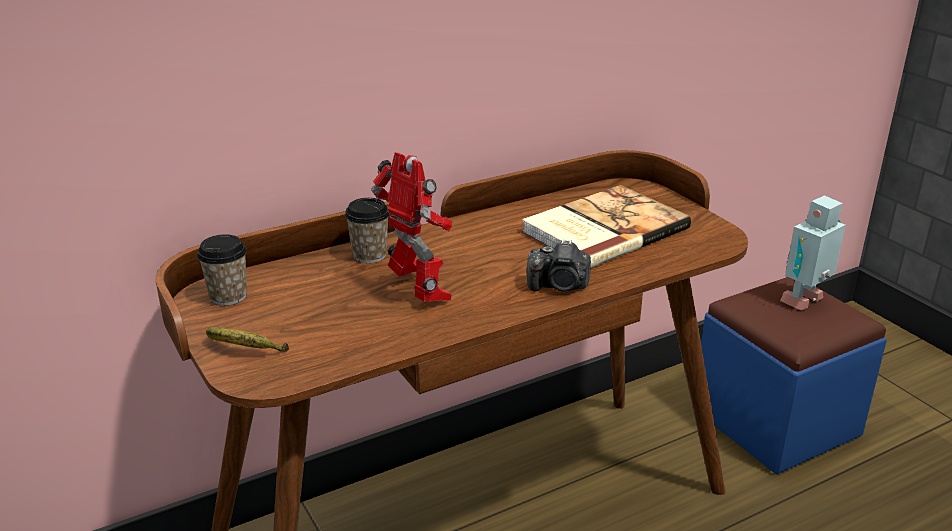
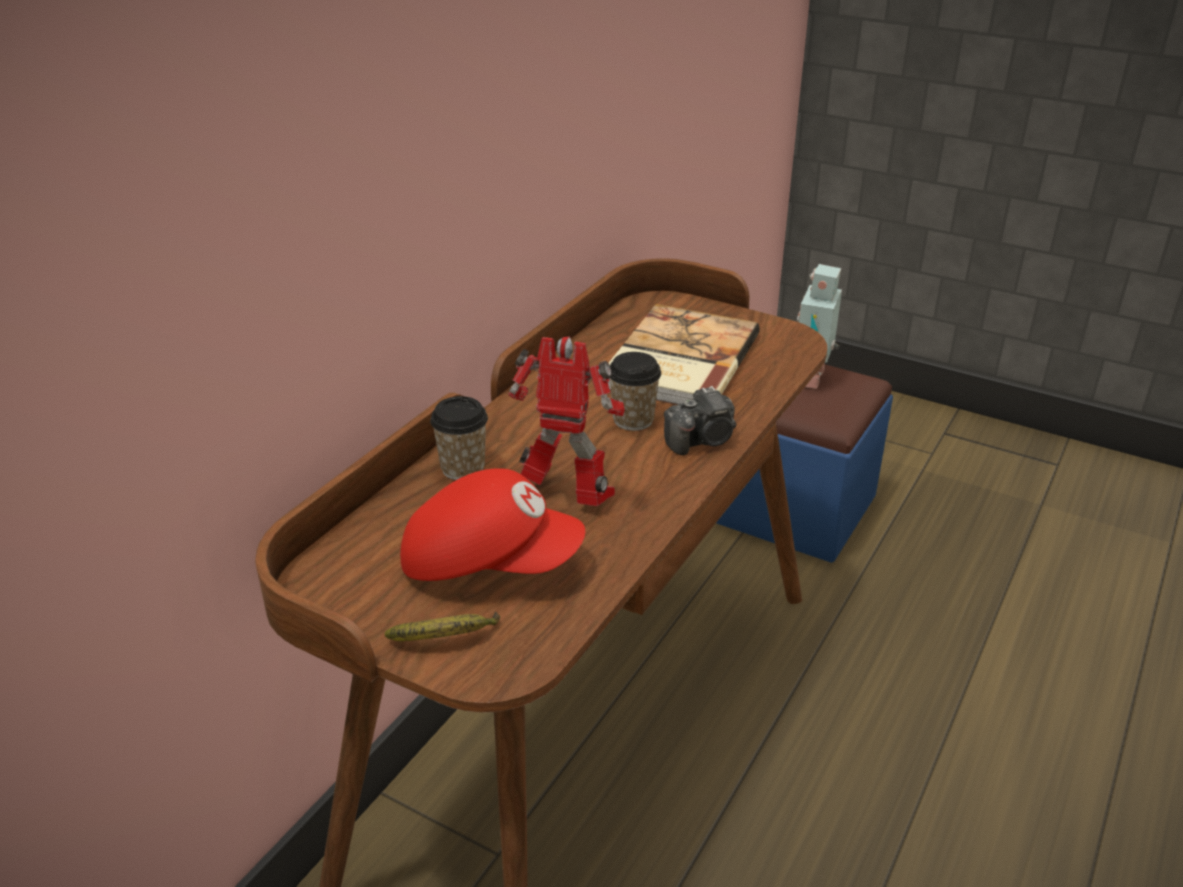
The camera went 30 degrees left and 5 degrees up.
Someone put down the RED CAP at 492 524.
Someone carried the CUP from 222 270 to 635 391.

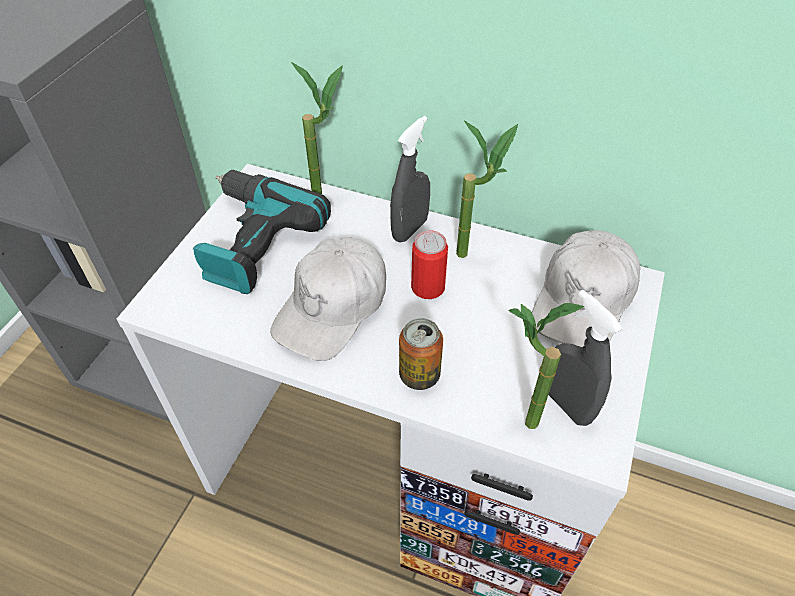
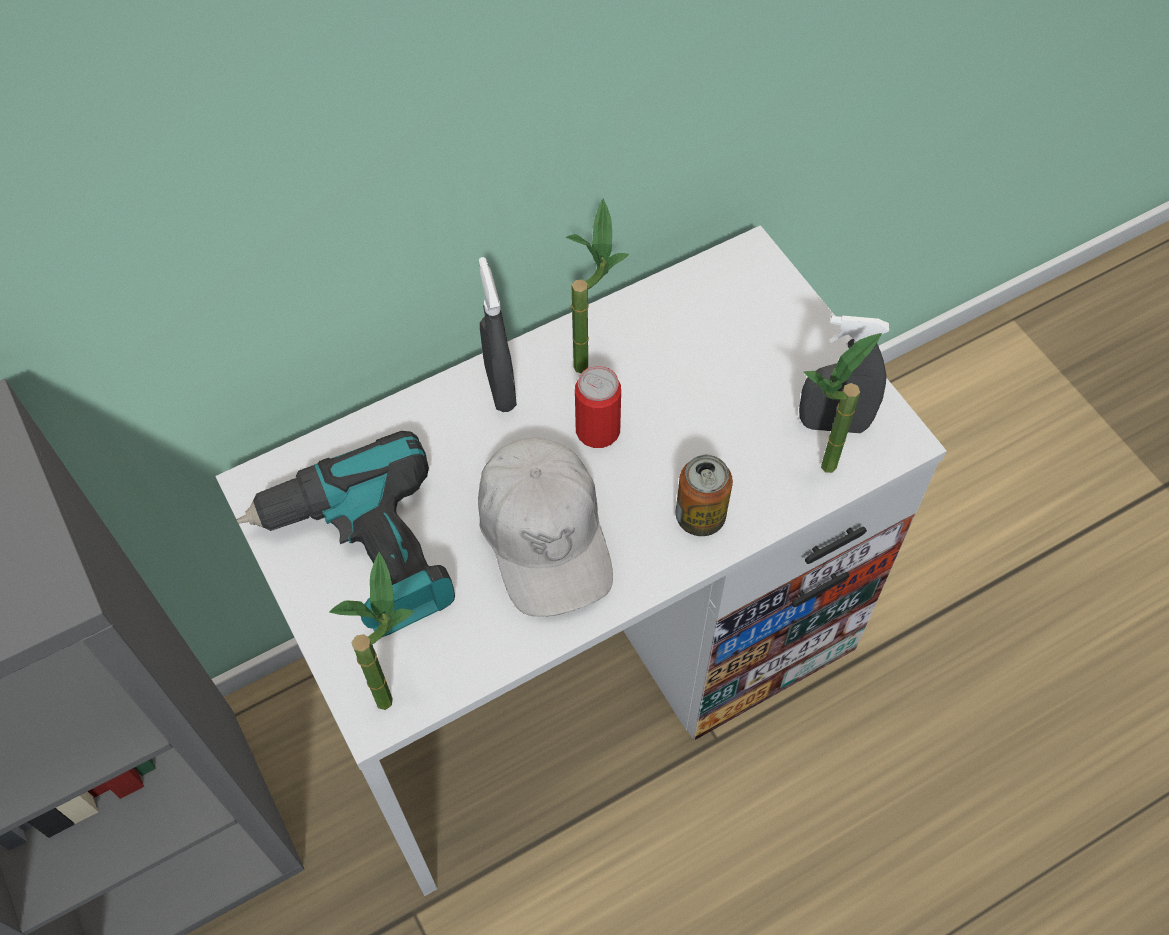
The camera went 50 degrees left and 10 degrees up.
Someone carried the POTTED PLANT from 317 128 to 371 631.
Someone took away the WHITE CAP at 586 288.

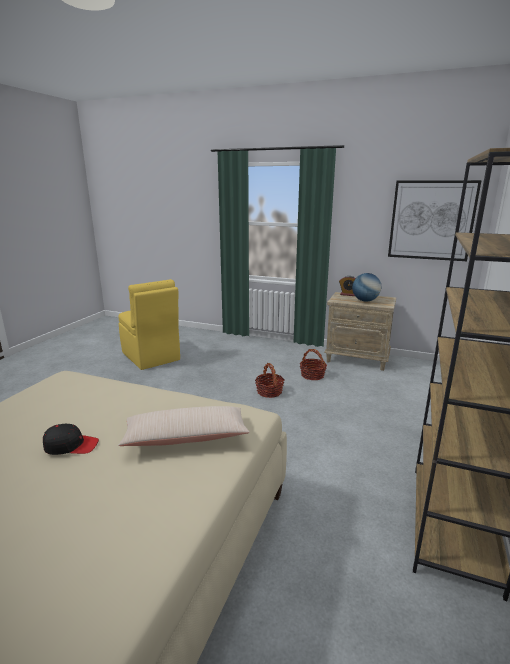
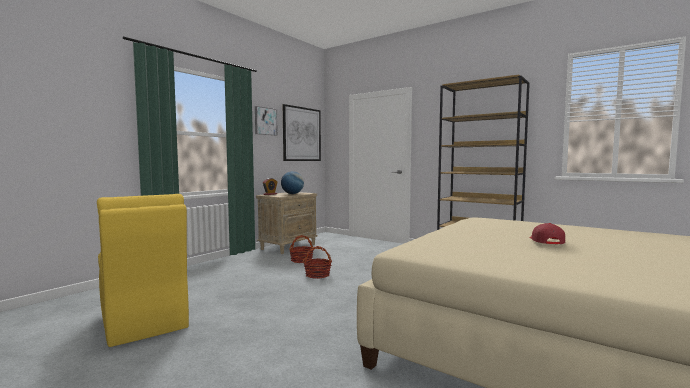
The camera went 75 degrees left and 15 degrees down.
Someone rotated the YELLOW CHAIR at 149 324 by 75 degrees clockwise.
Someone put up the PICTURE at 266 121.
Someone repainted the BLACK CAP at 71 439, which became the RED CAP at 547 233.
Someone took away the BEIGE PILLOW at 184 426.

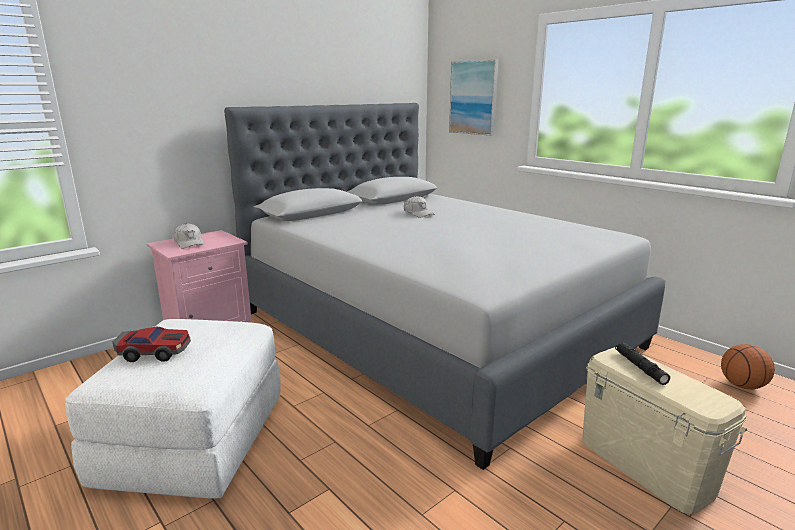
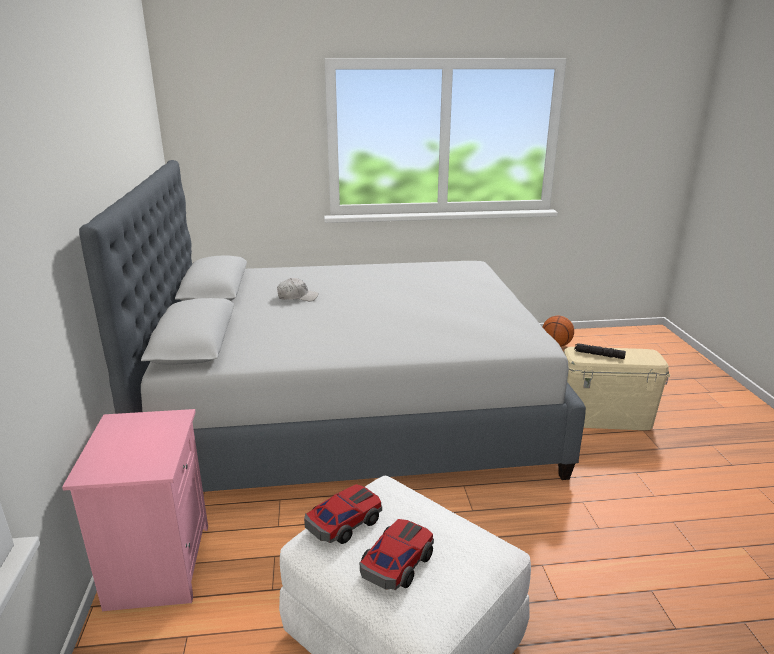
The camera went 55 degrees left and 5 degrees up.
Someone put down the TOY CAR at 343 514.
Someone took away the WHITE CAP at 189 235.
Someone took away the PICTURE at 474 97.

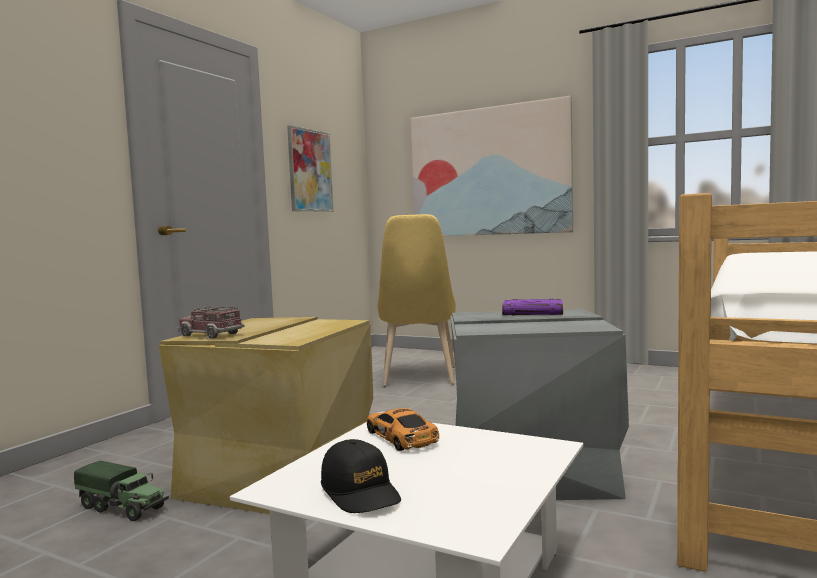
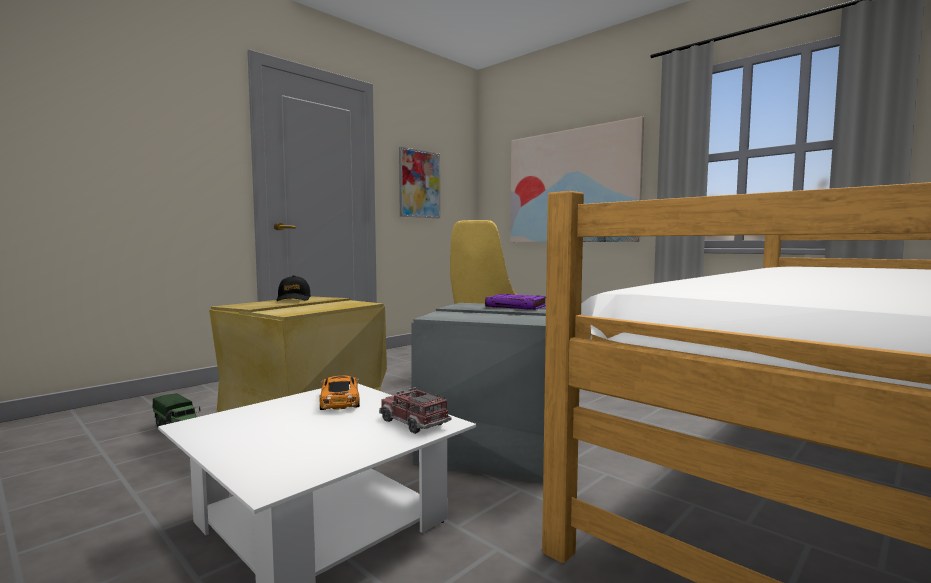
The camera went 15 degrees right and 0 degrees up.
Someone carried the BLACK CAP from 361 476 to 294 288.
Someone carried the TOY TRUCK from 211 322 to 415 410.

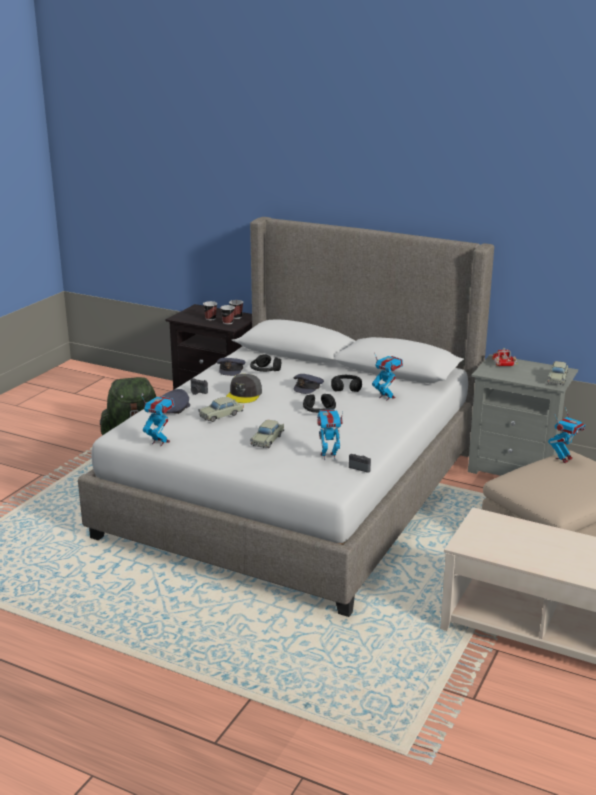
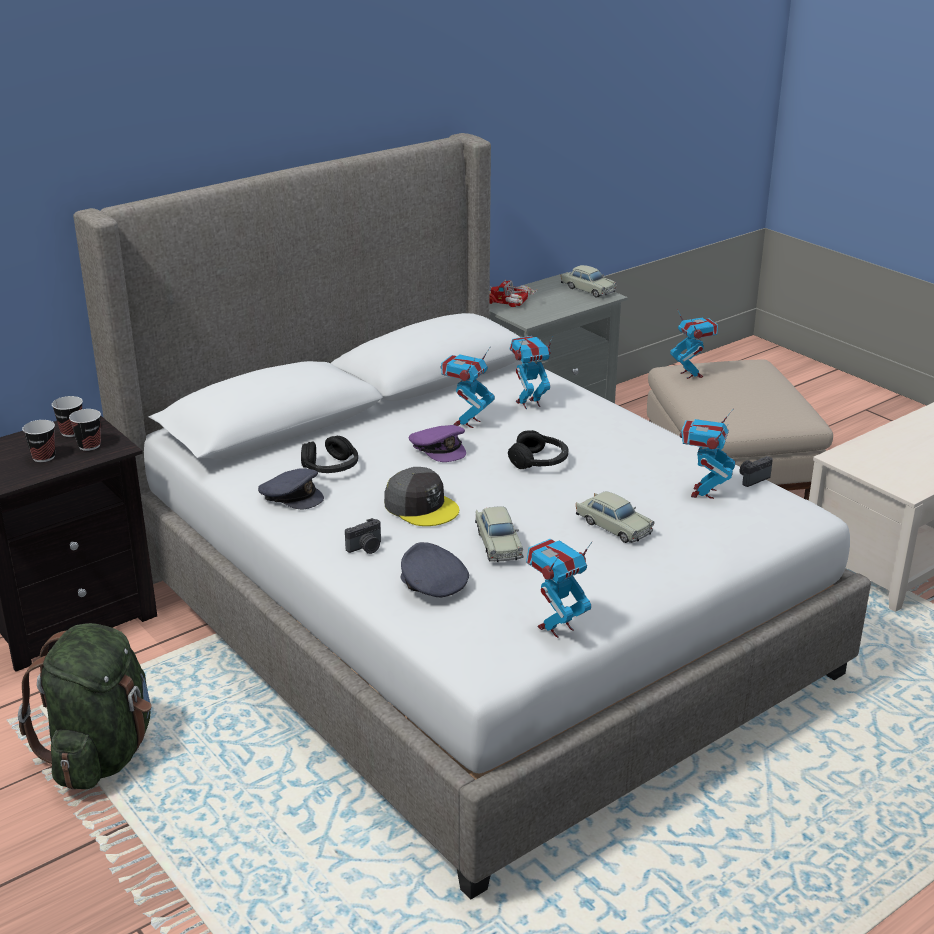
The camera went 65 degrees left and 5 degrees up.
Someone repainted the GREY CAP at 308 384, which became the PURPLE CAP at 437 443.
Someone swapped the BLACK HEADPHONES at 346 383 for the TOY ROBOT at 468 387.

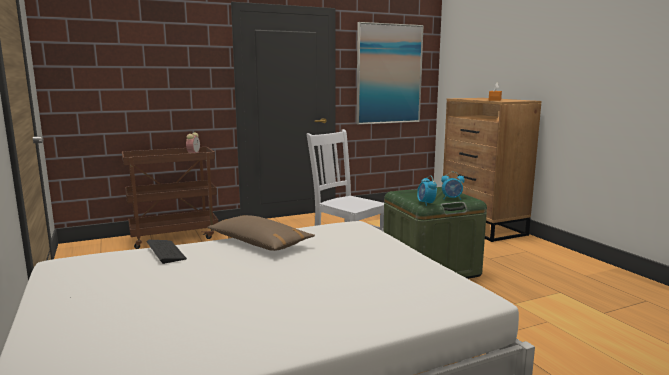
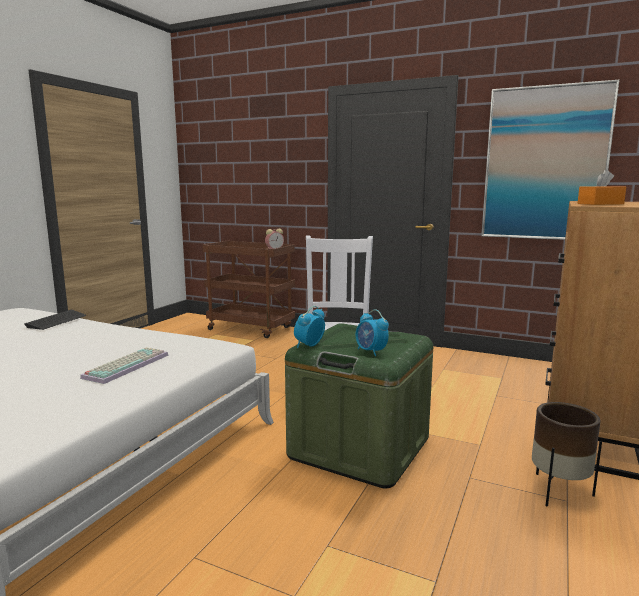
The camera went 50 degrees right and 0 degrees up.
Someone put down the KEYBOARD at 124 365.
Someone put down the BROWN PLANTER at 567 454.
Someone took away the BROWN PILLOW at 261 233.

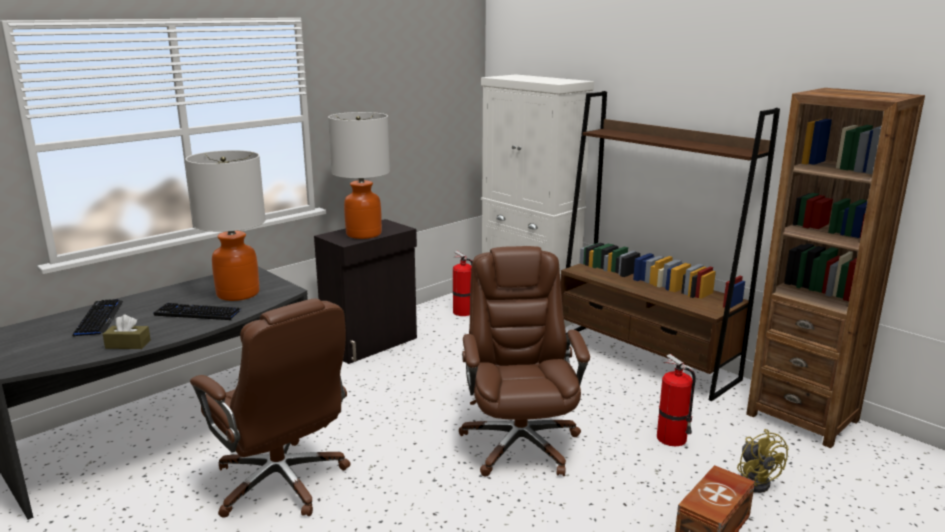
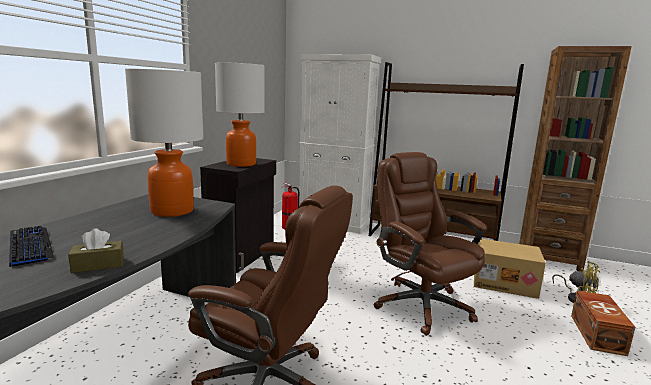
The camera went 25 degrees left and 5 degrees down.
Someone swapped the FIRE EXTINGUISHER at 676 400 for the CARDBOARD BOX at 510 269.
Someone took away the KEYBOARD at 197 311.

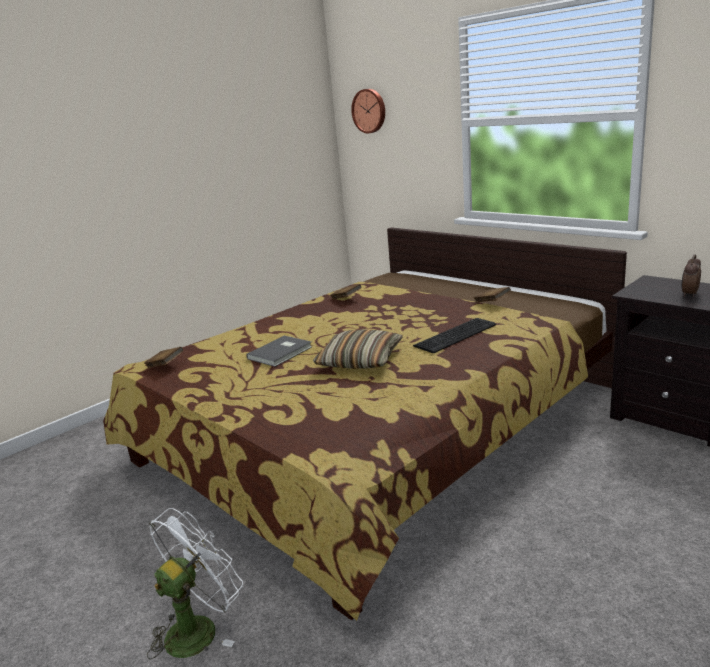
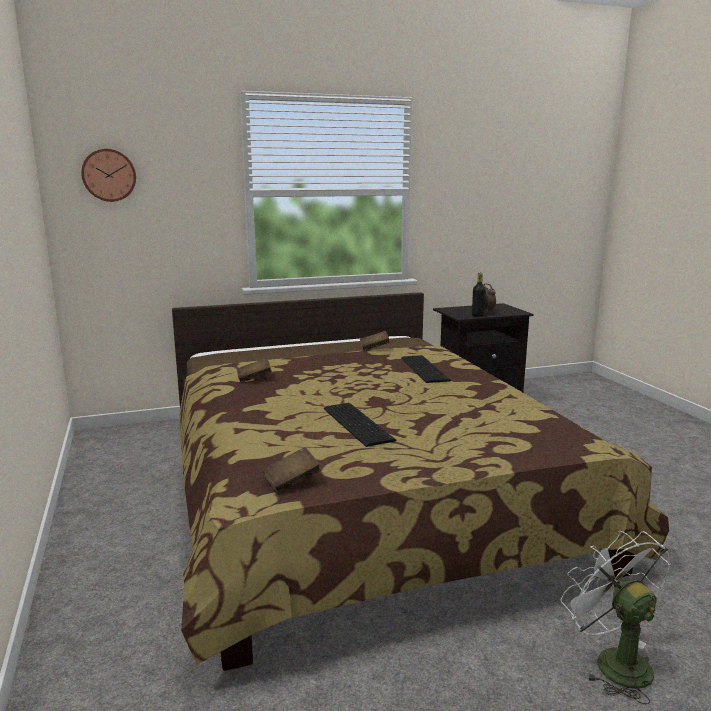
The camera went 65 degrees left and 5 degrees down.
Someone swapped the GREY BOOK at 279 351 for the KEYBOARD at 360 425.
Someone put down the BLACK BOTTLE at 479 295.
Someone took away the PILLOW at 358 349.

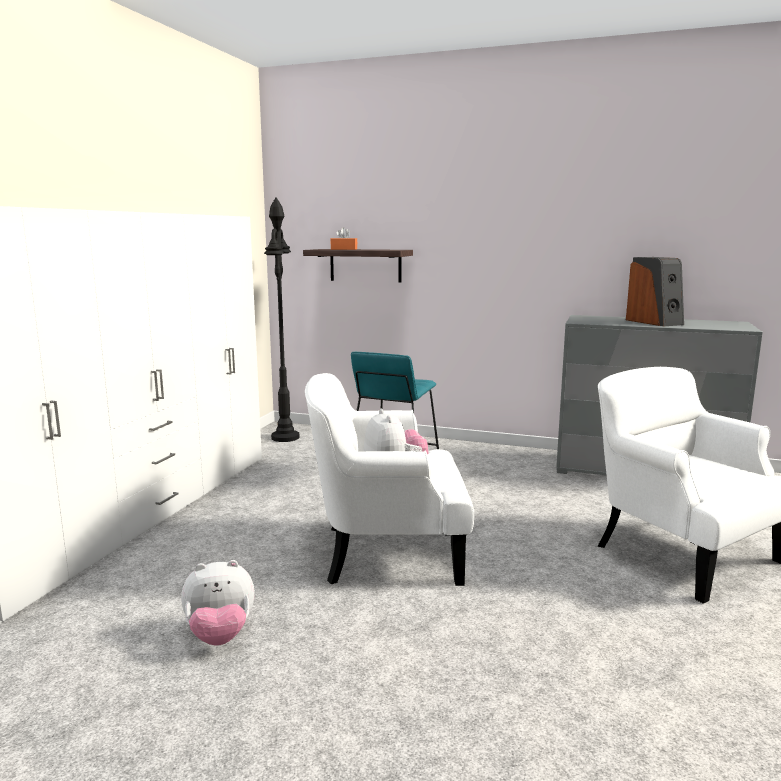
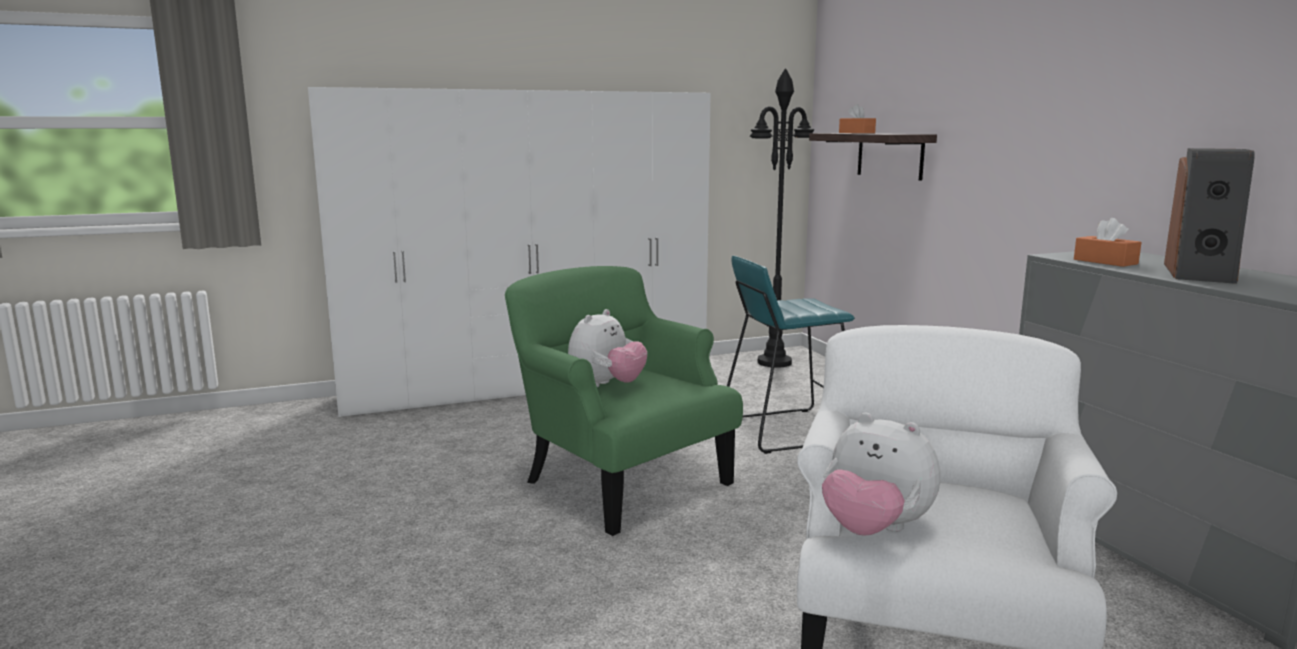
The camera went 50 degrees right and 0 degrees up.
Someone repainted the WHITE ARMCHAIR at 389 479, which became the GREEN ARMCHAIR at 624 401.
Someone carried the PLUSH TOY from 218 602 to 881 474.
Someone put down the ORANGE TISSUE BOX at 1108 242.

